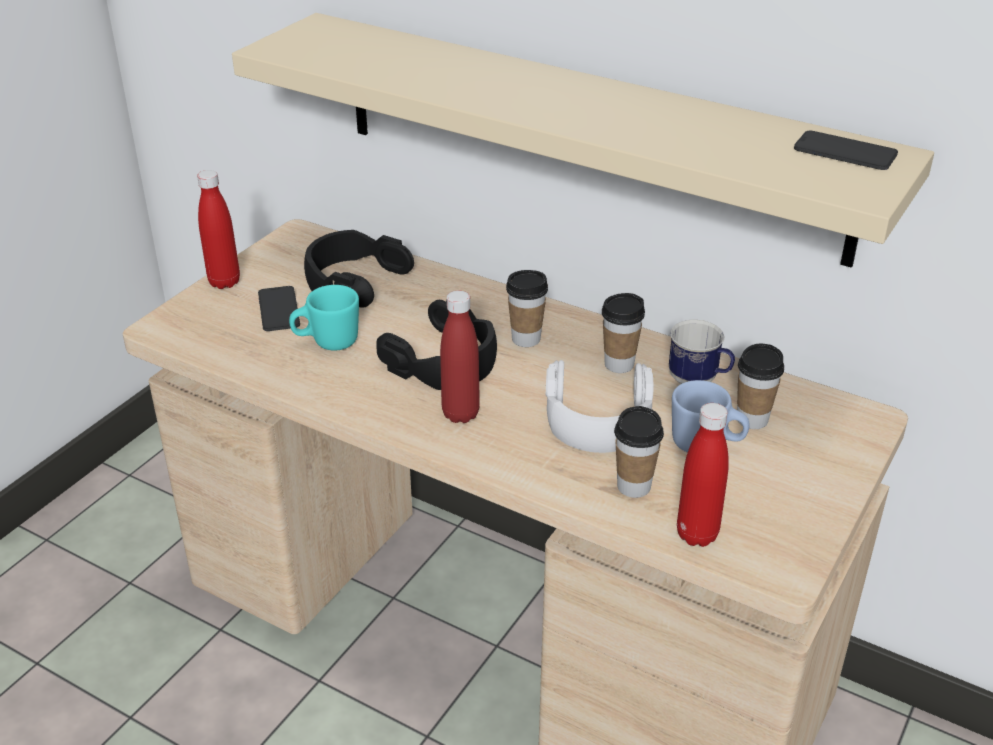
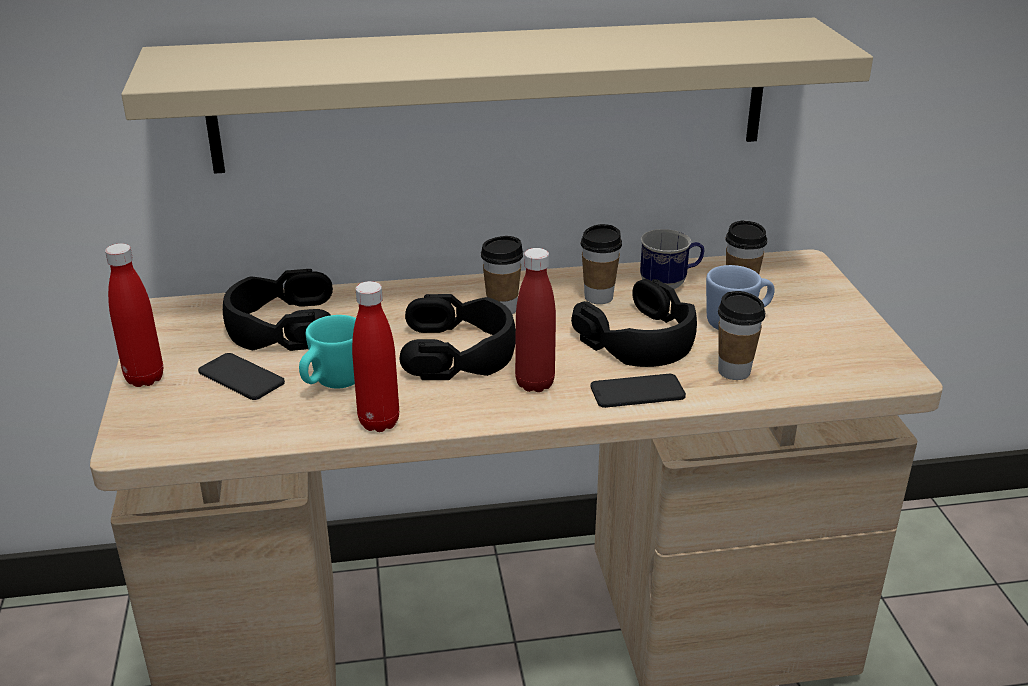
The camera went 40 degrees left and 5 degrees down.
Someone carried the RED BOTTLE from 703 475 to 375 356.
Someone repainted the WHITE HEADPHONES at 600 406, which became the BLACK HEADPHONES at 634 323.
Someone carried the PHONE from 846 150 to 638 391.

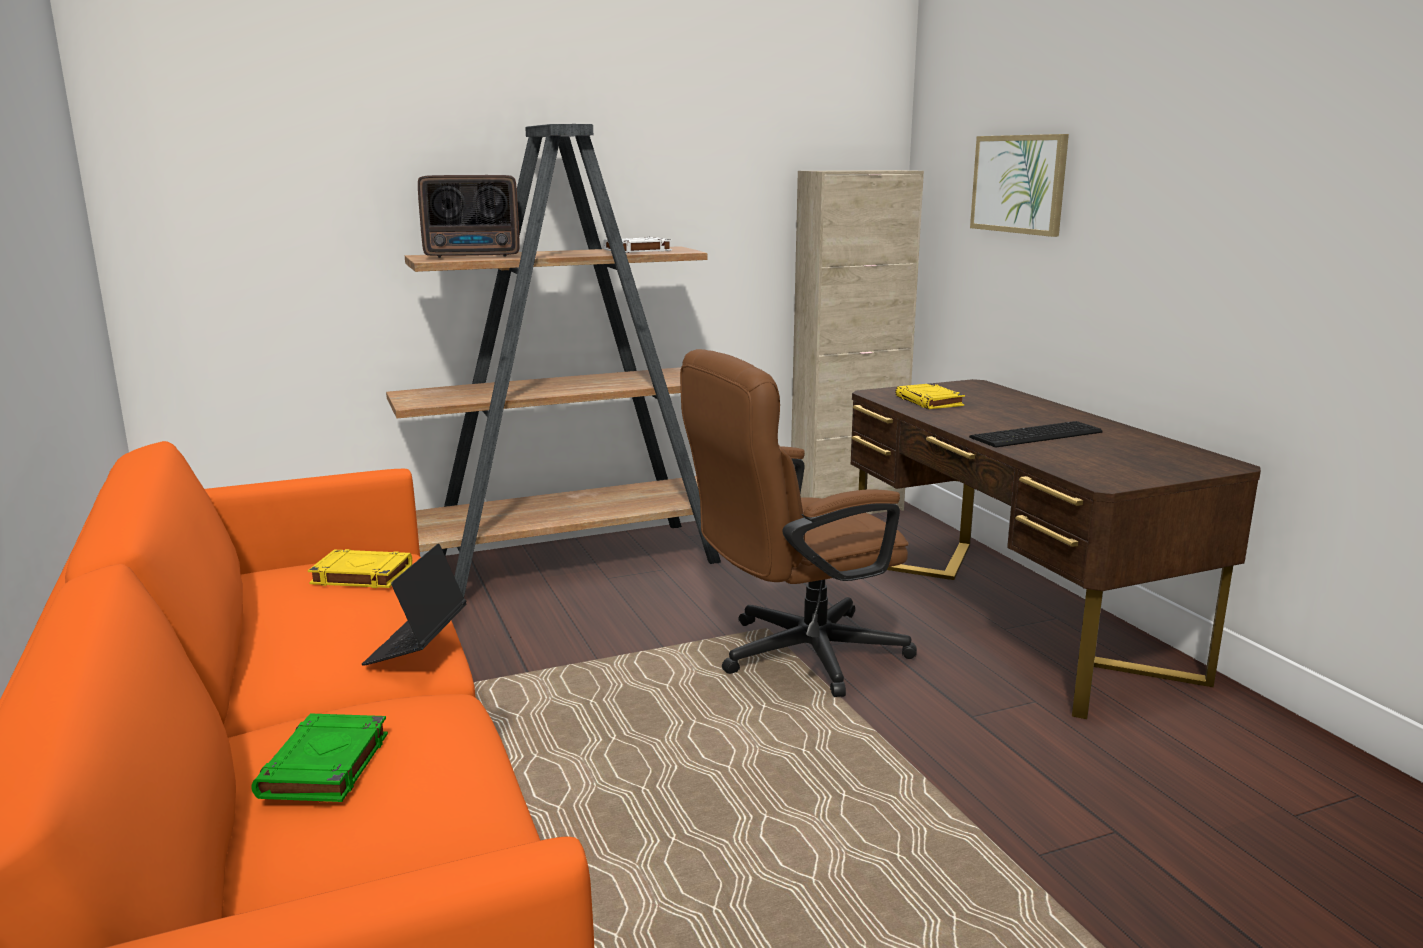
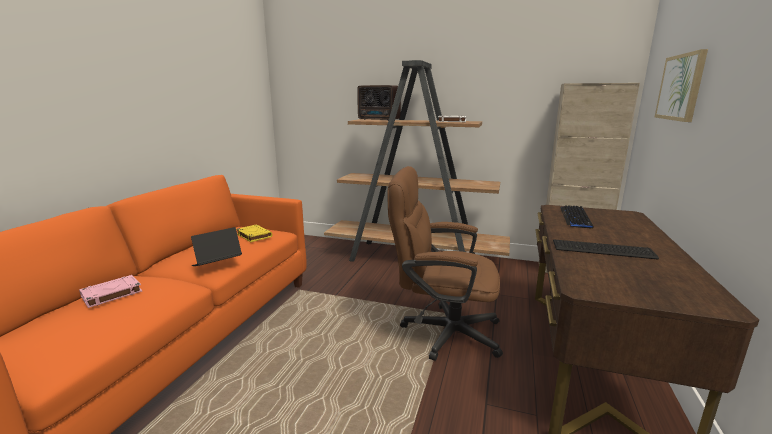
The camera went 40 degrees right and 0 degrees up.
Someone repainted the GREEN BOOK at 319 758, which became the PINK BOOK at 110 291.
Someone swapped the YELLOW BOOK at 930 396 for the KEYBOARD at 576 217.

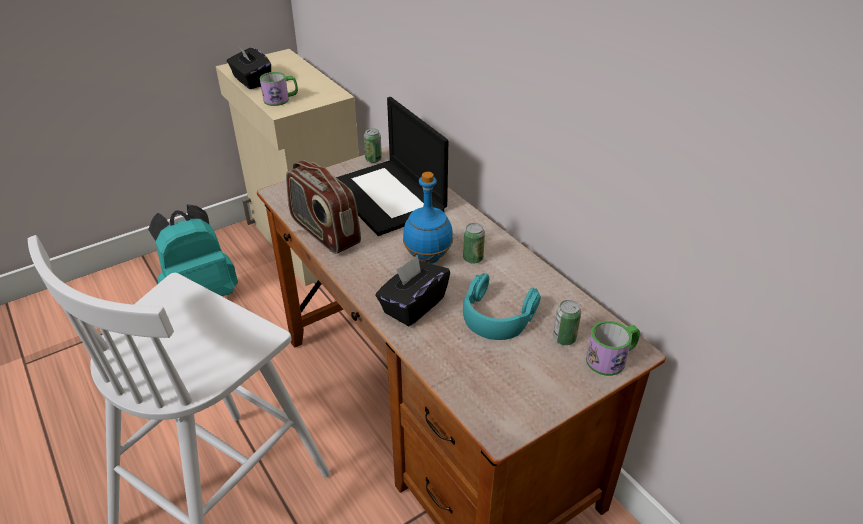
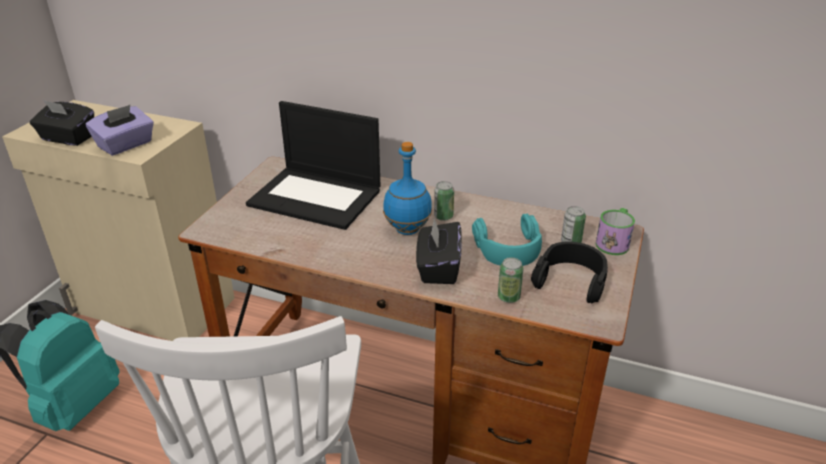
The camera went 35 degrees left and 5 degrees down.
Someone swapped the MUG at 279 89 for the PURPLE TISSUE BOX at 120 130.
Someone carried the CAN from 373 145 to 511 280.
Someone put down the BLACK HEADPHONES at 569 272.
Someone took away the RADIO at 323 207.

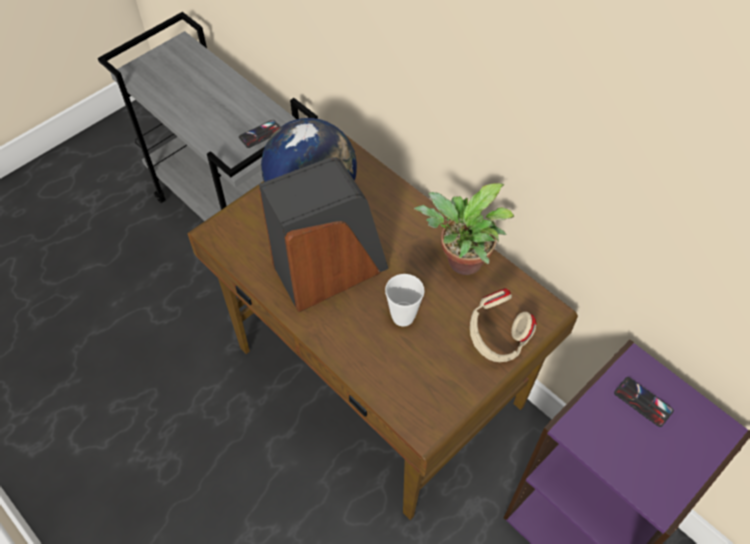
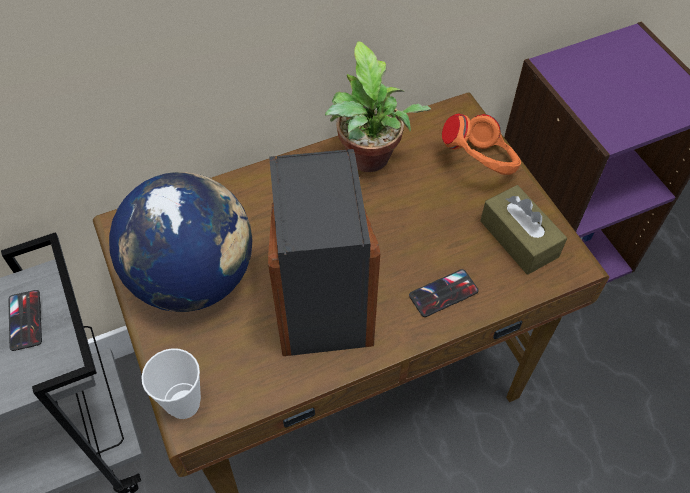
The camera went 70 degrees left and 0 degrees up.
Someone carried the CUP from 405 300 to 171 383.
Someone carried the PHONE from 644 402 to 444 293.
Someone repainted the BEIGE HEADPHONES at 503 325, which became the ORANGE HEADPHONES at 481 144.
Someone put down the BROWN TISSUE BOX at 523 230.

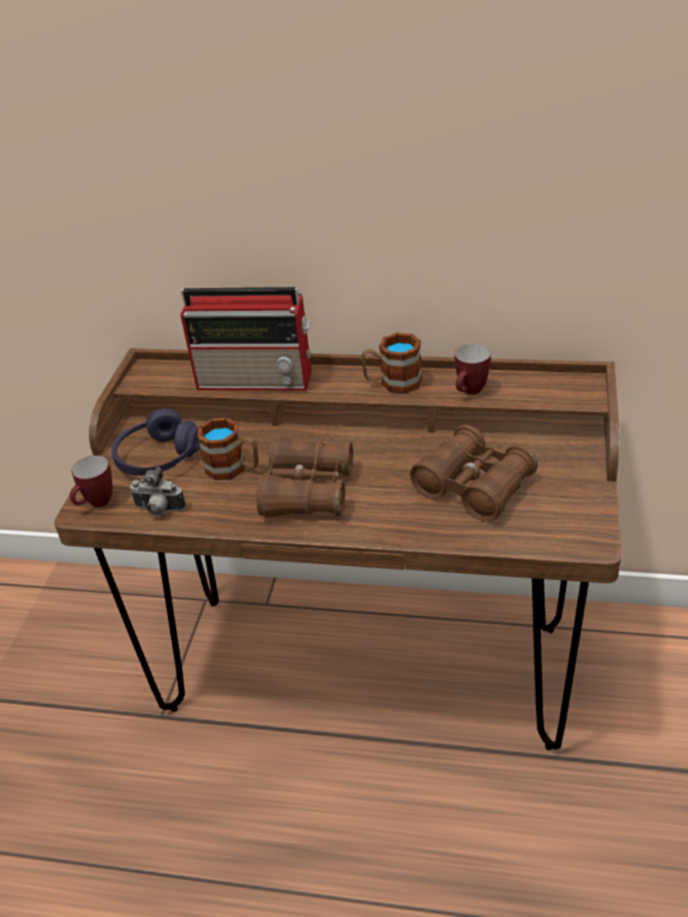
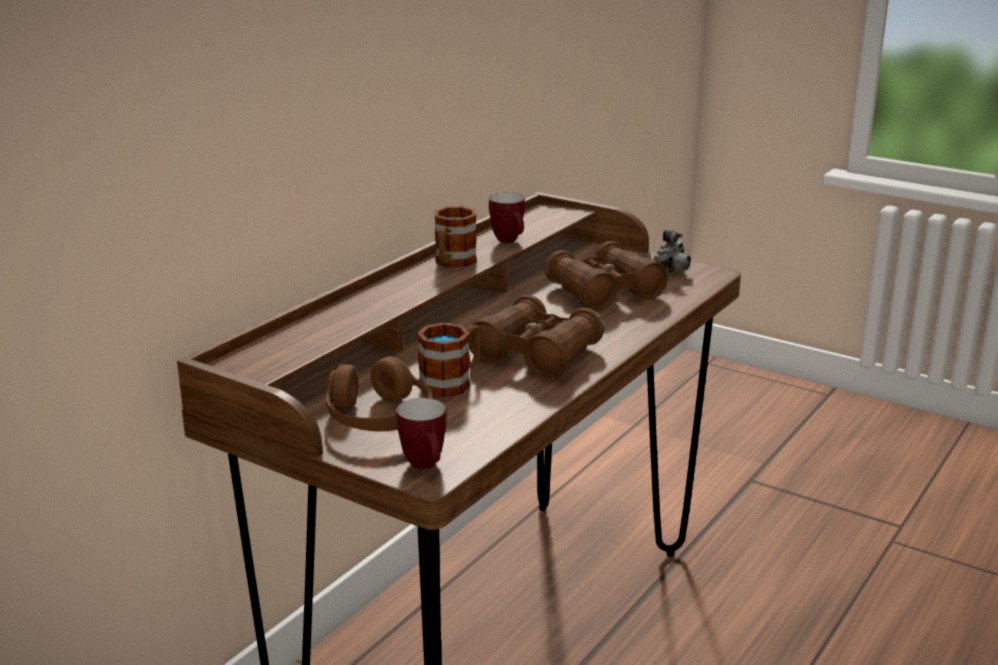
The camera went 70 degrees left and 15 degrees down.
Someone repainted the PURPLE HEADPHONES at 155 442, which became the BROWN HEADPHONES at 379 393.
Someone carried the PHOTO CAMERA from 158 491 to 672 252.
Someone took away the RADIO at 246 339.

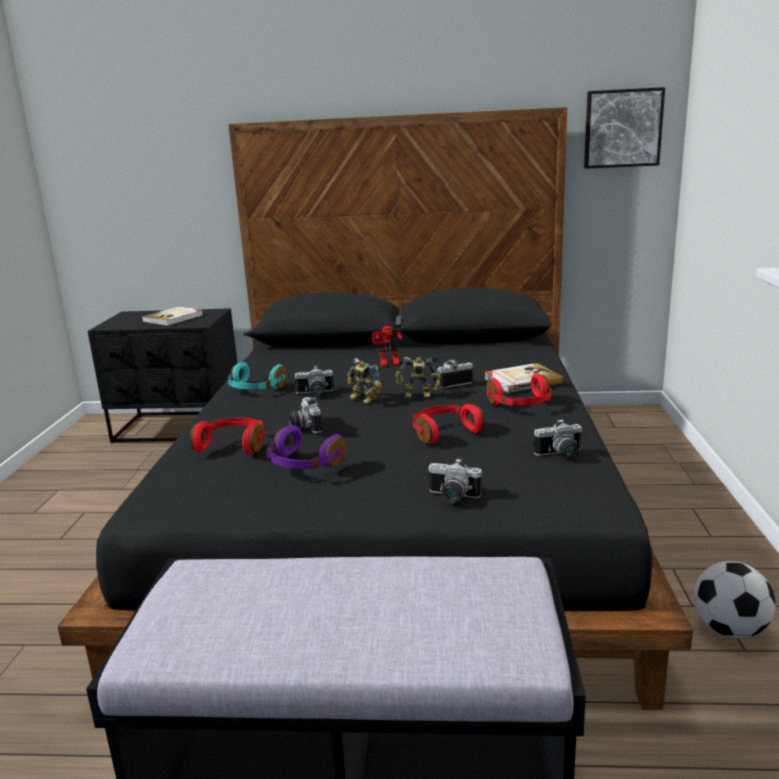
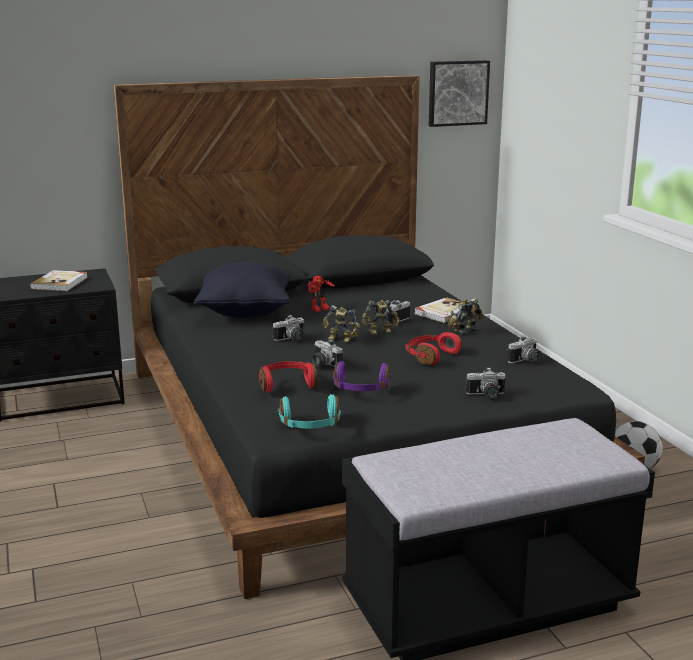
The camera went 25 degrees left and 0 degrees up.
Someone put down the BLACK PILLOW at 242 290.
Someone carried the TURQUOISE HEADPHONES from 257 375 to 309 411.
Someone swapped the RED HEADPHONES at 519 389 for the TOY ROBOT at 464 316.

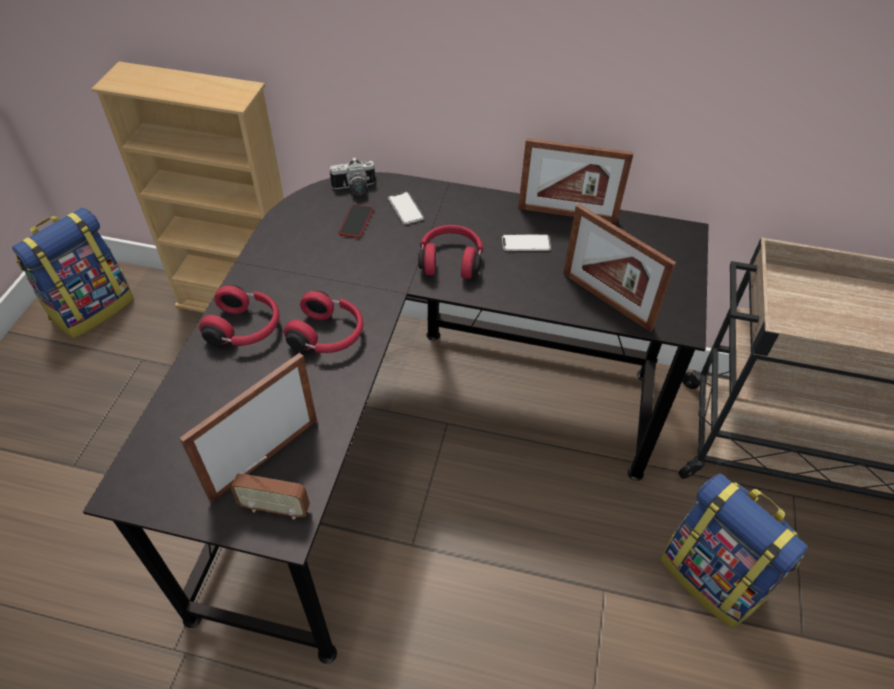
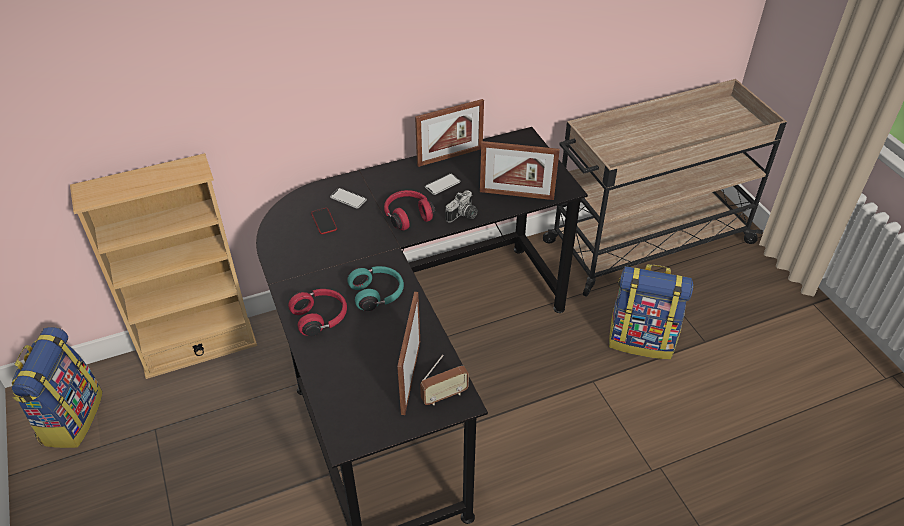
The camera went 35 degrees left and 5 degrees down.
Someone repainted the RED HEADPHONES at 323 322, which became the TURQUOISE HEADPHONES at 375 288.
Someone carried the PHOTO CAMERA from 352 176 to 461 206.

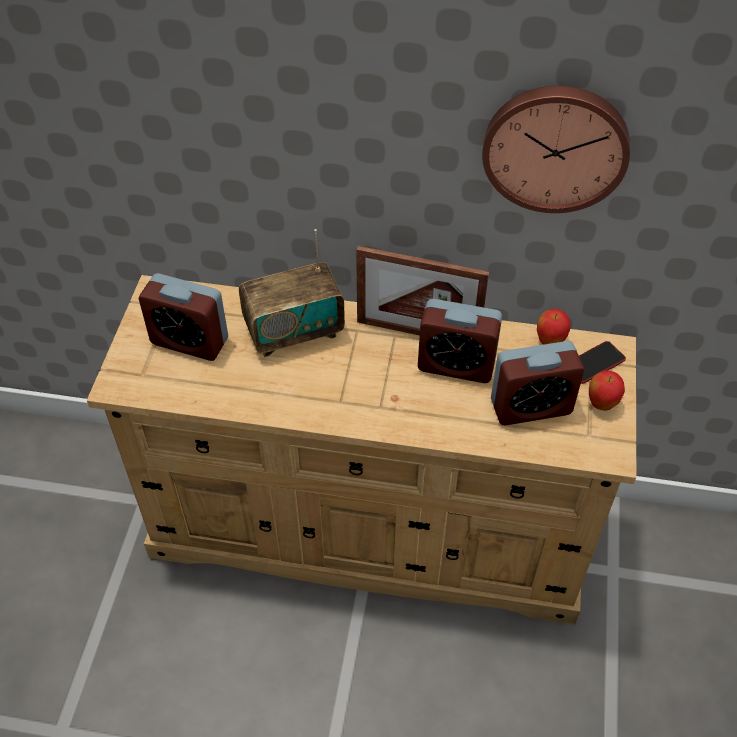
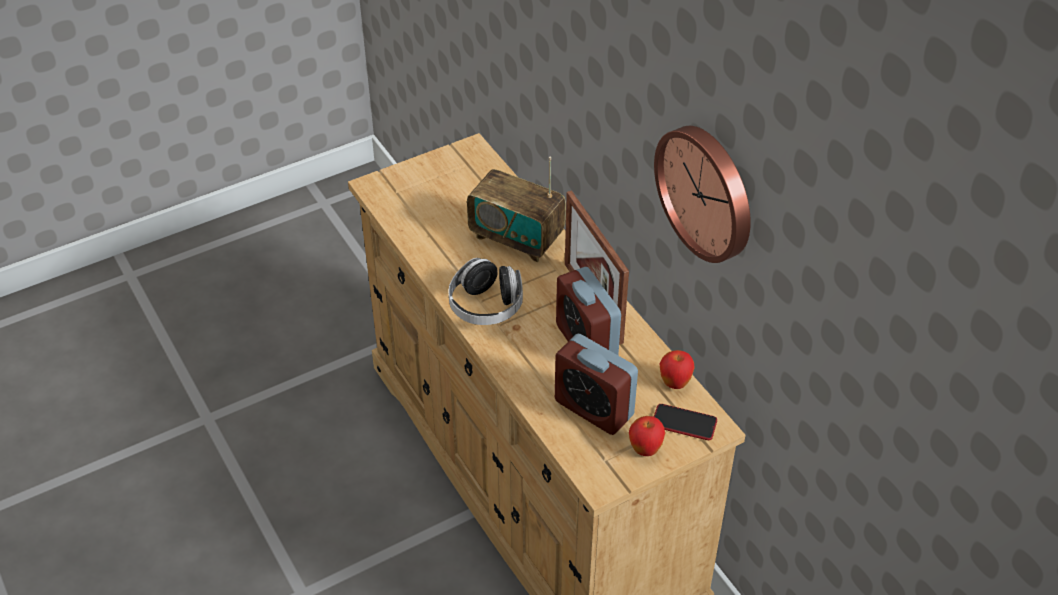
The camera went 50 degrees right and 5 degrees down.
Someone put down the HEADPHONES at 486 291.
Someone took away the ALARM CLOCK at 183 317.

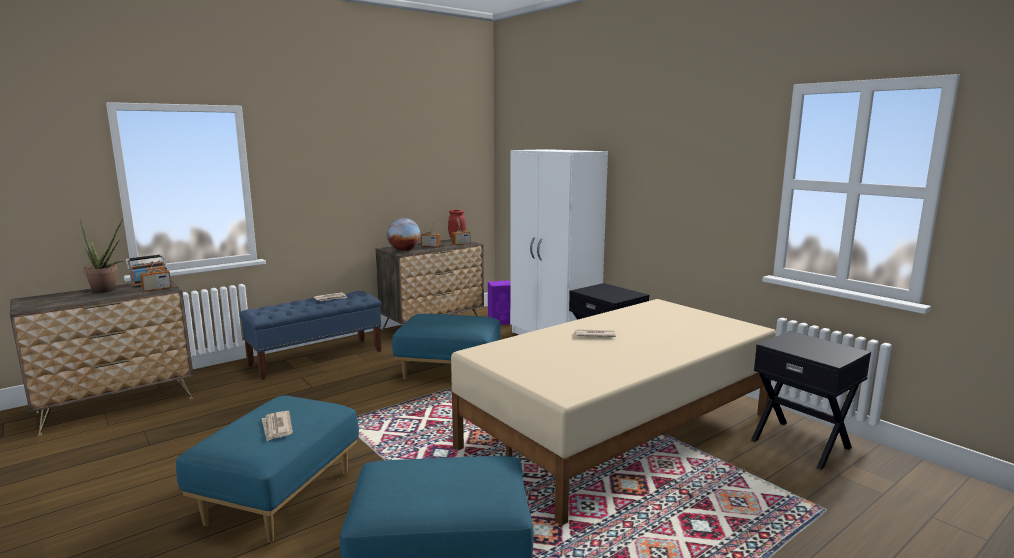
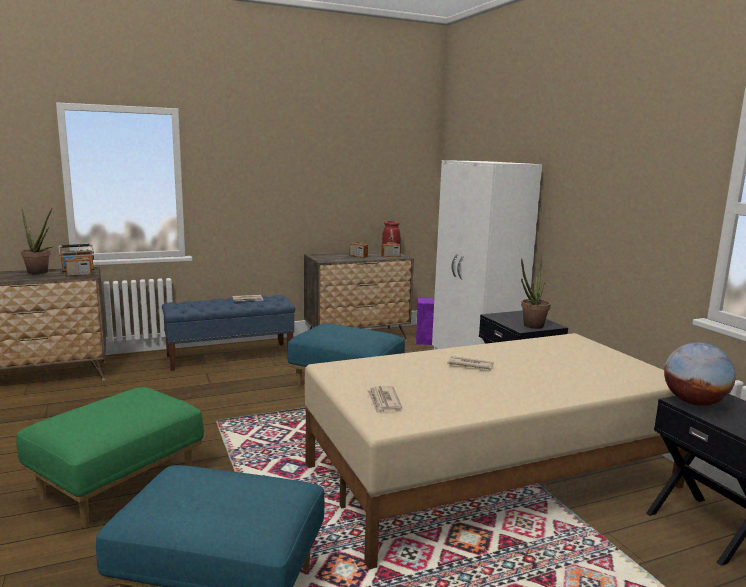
The camera went 15 degrees right and 0 degrees up.
Someone repainted the BLUE OTTOMAN at 267 469, which became the GREEN OTTOMAN at 110 457.
Someone carried the NEWSPAPER from 277 426 to 384 399.
Someone put down the POTTED PLANT at 535 292.
Someone carried the GLOBE from 403 234 to 700 374.

